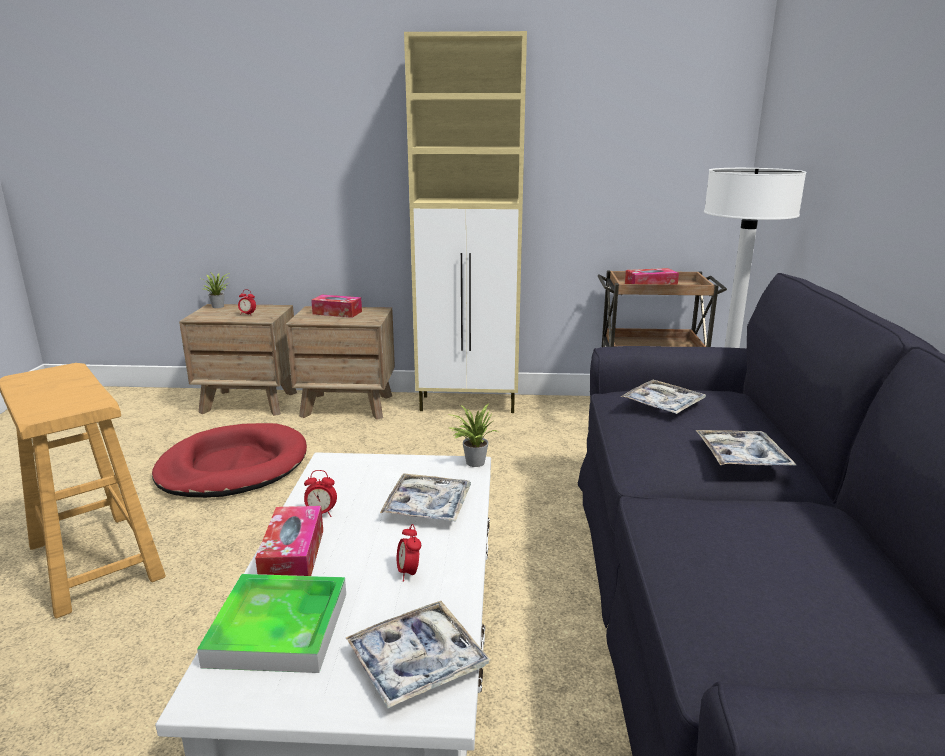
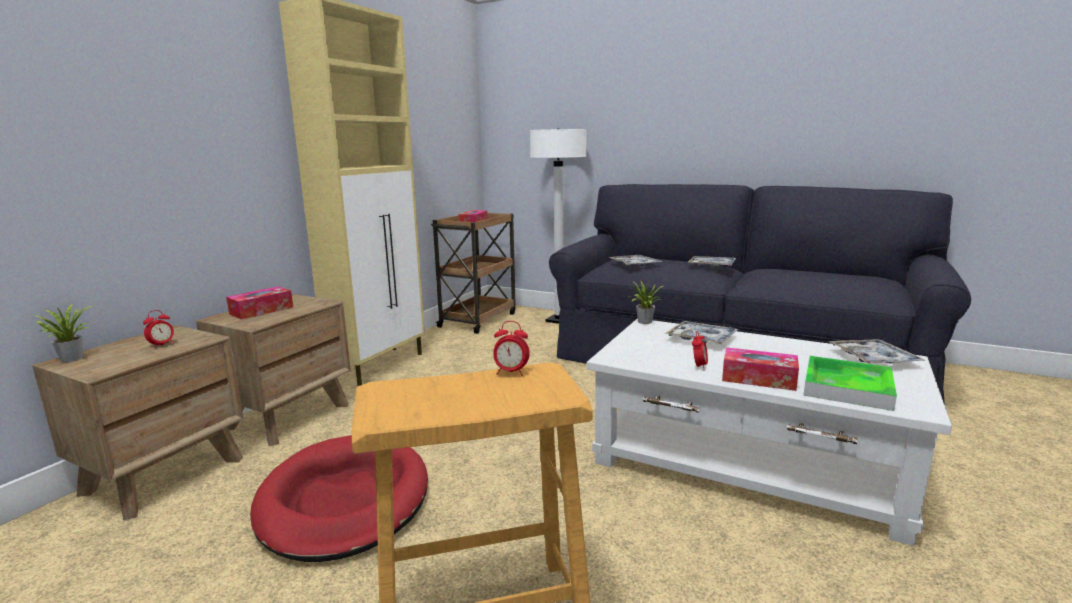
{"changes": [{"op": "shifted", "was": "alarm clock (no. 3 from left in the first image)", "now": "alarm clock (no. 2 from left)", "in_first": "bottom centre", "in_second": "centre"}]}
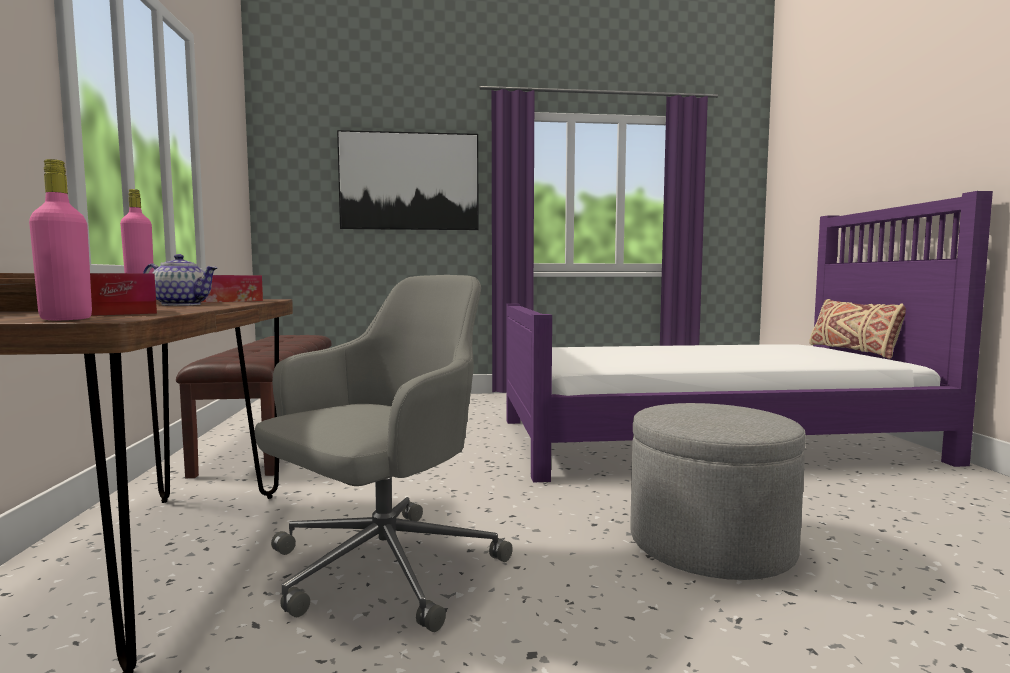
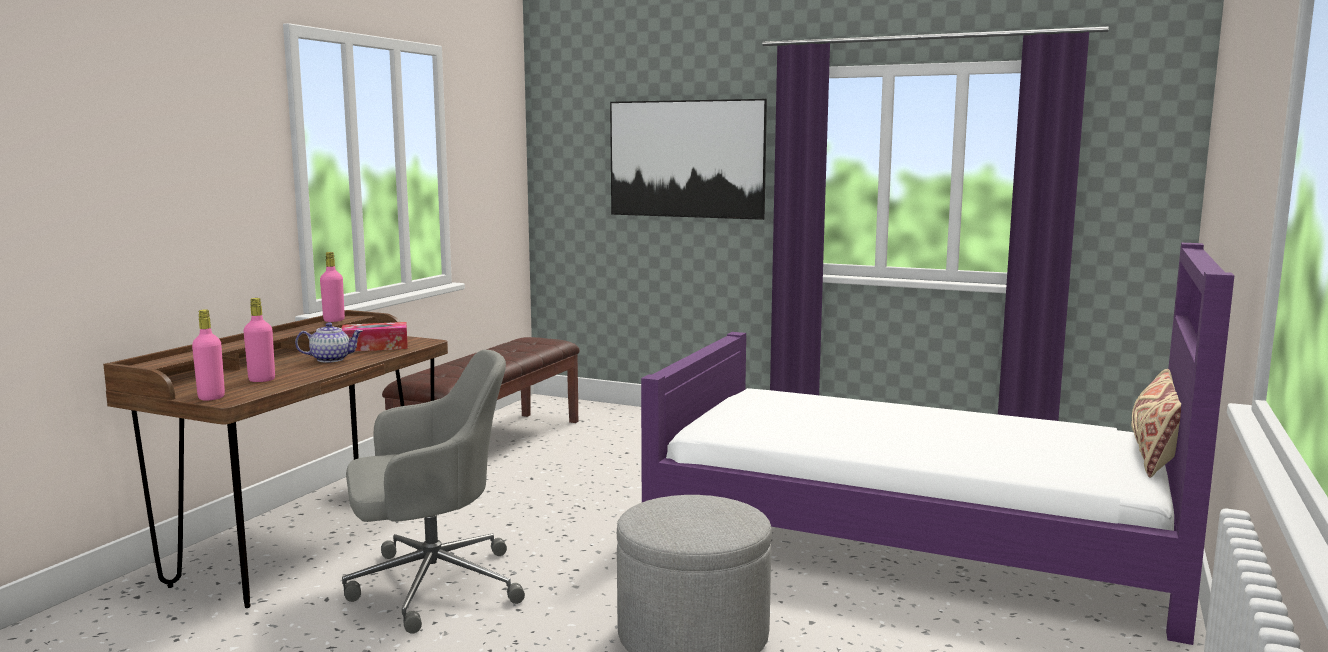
{"changes": [{"op": "swapped", "was": "tissue box (no. 1 from left)", "now": "pink bottle (no. 2 from left)", "in_first": "middle left", "in_second": "middle left"}, {"op": "rotated", "was": "teapot", "in_first": "middle left", "in_second": "middle left", "clockwise": -60}]}
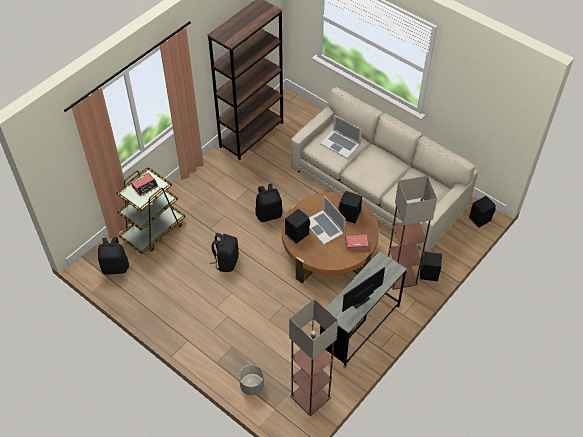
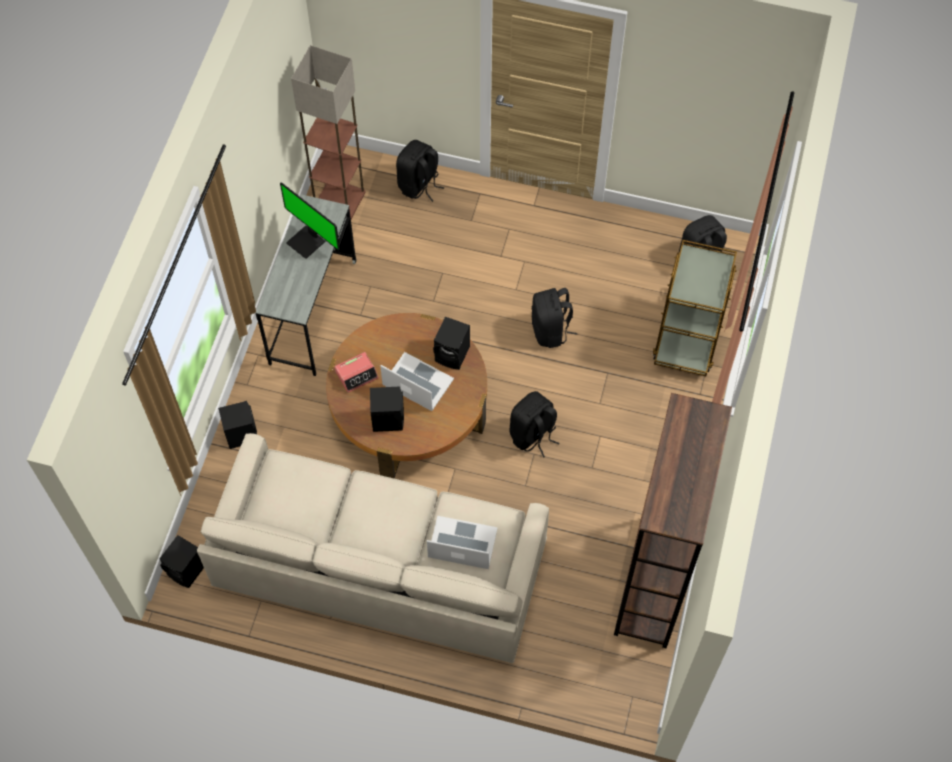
{"changes": [{"op": "rotated", "was": "monitor", "in_first": "centre", "in_second": "top left", "clockwise": 105}, {"op": "swapped", "was": "grey planter", "now": "black backpack (no. 1 from left)", "in_first": "bottom centre", "in_second": "top centre"}, {"op": "gone", "was": "alarm clock (no. 1 from left)", "in_first": "middle left"}, {"op": "gone", "was": "floor lamp (no. 2 from left)", "in_first": "middle right"}]}
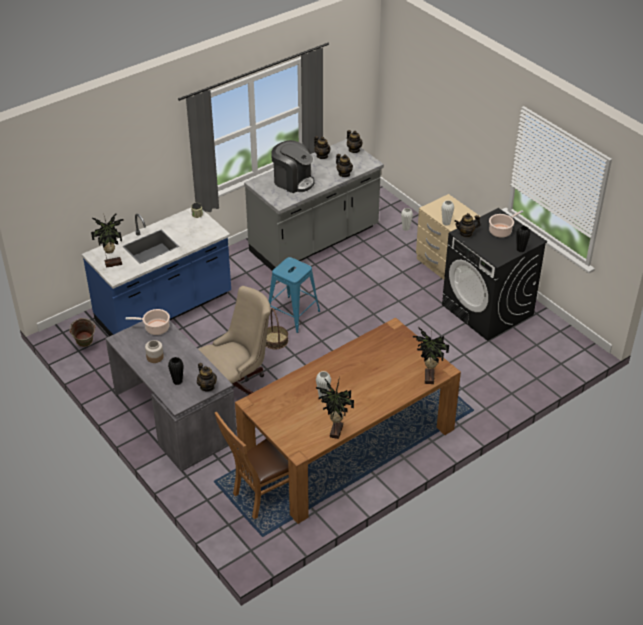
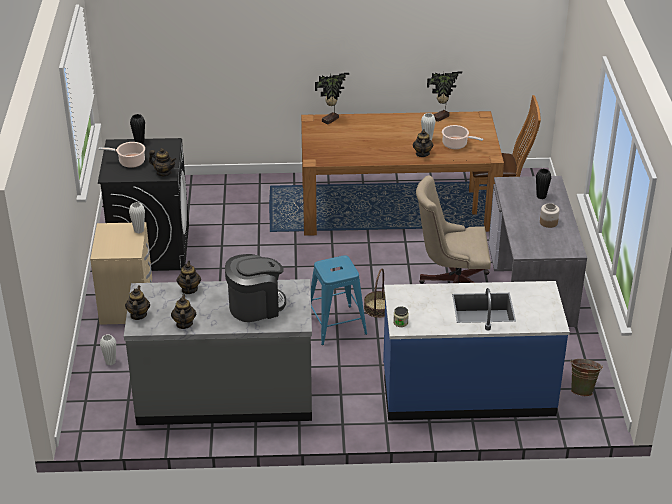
{"changes": [{"op": "rotated", "was": "coffee machine", "in_first": "top centre", "in_second": "centre", "clockwise": 90}, {"op": "shifted", "was": "teapot (no. 1 from left in the first image)", "now": "teapot (no. 5 from left)", "in_first": "middle left", "in_second": "top centre"}, {"op": "shifted", "was": "cooking pot (no. 1 from left in the first image)", "now": "cooking pot (no. 2 from left)", "in_first": "middle left", "in_second": "top right"}, {"op": "gone", "was": "potted plant (no. 1 from left)", "in_first": "middle left"}]}
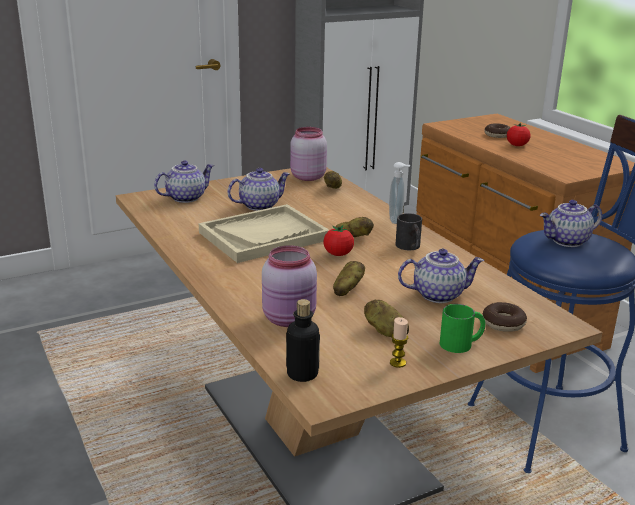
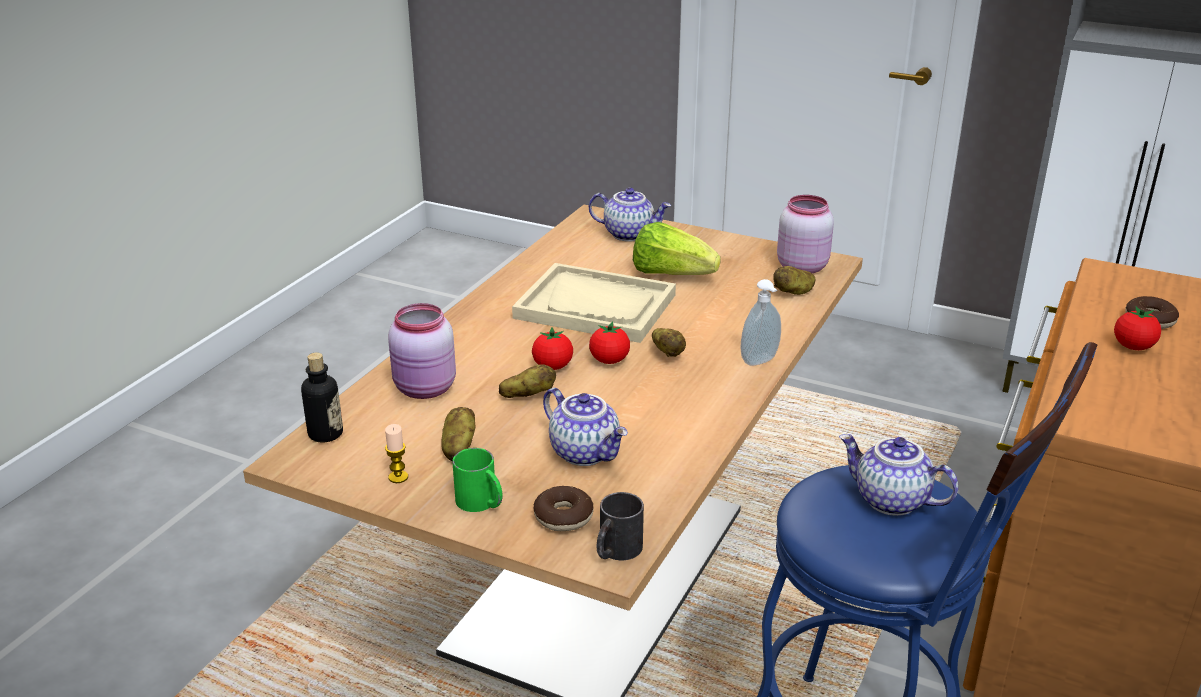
{"changes": [{"op": "new", "now": "tomato (no. 1 from left)", "in_second": "centre"}, {"op": "shifted", "was": "black mug", "in_first": "centre", "in_second": "bottom centre"}, {"op": "swapped", "was": "teapot (no. 2 from left)", "now": "lettuce", "in_first": "centre", "in_second": "centre"}]}
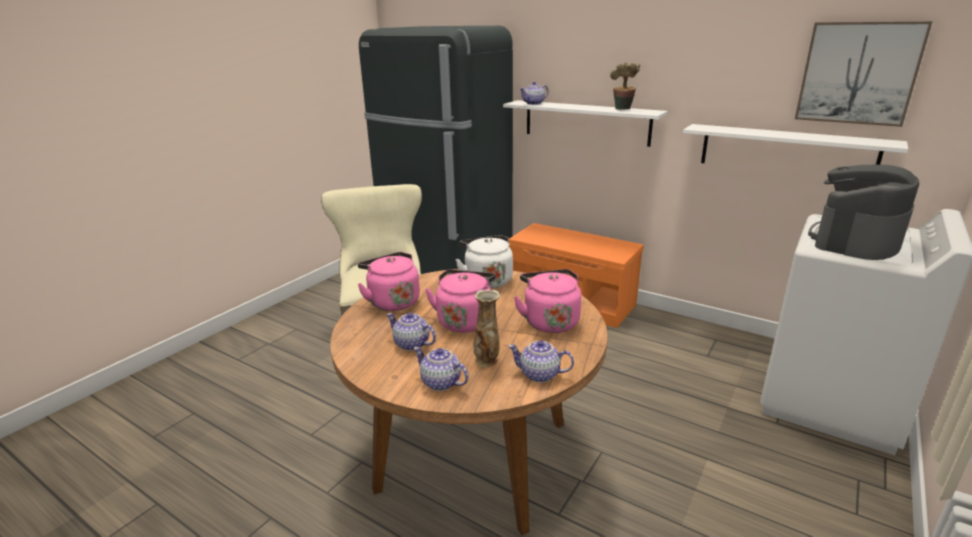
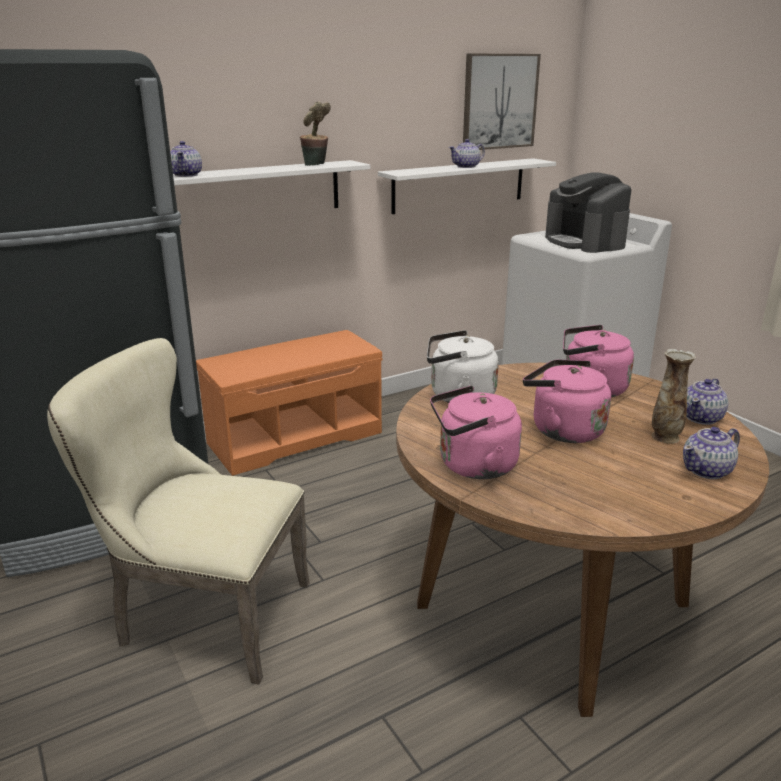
{"changes": [{"op": "shifted", "was": "teapot (no. 1 from left in the first image)", "now": "teapot (no. 2 from left)", "in_first": "centre", "in_second": "top centre"}]}
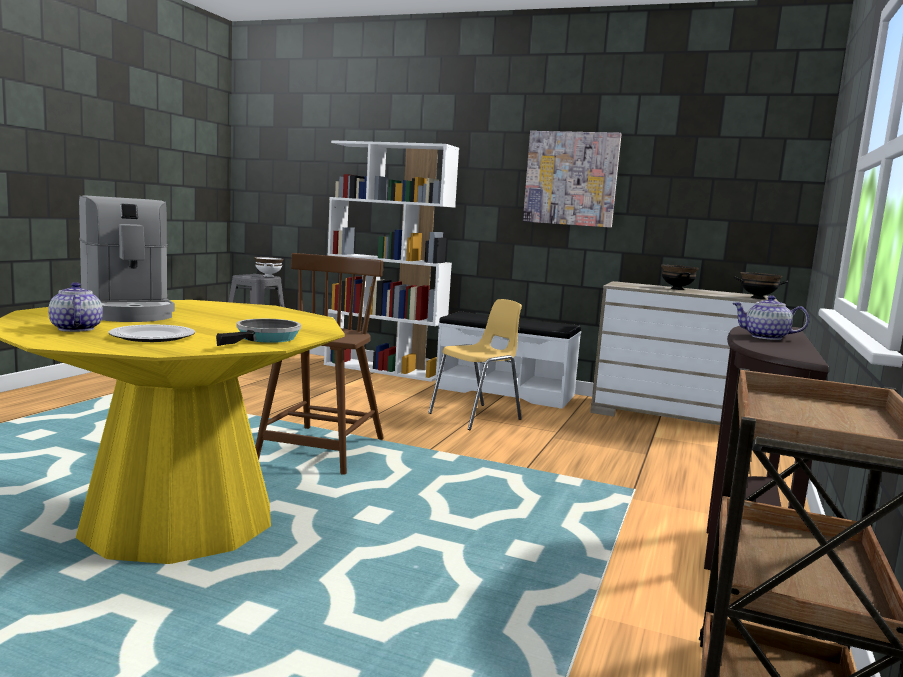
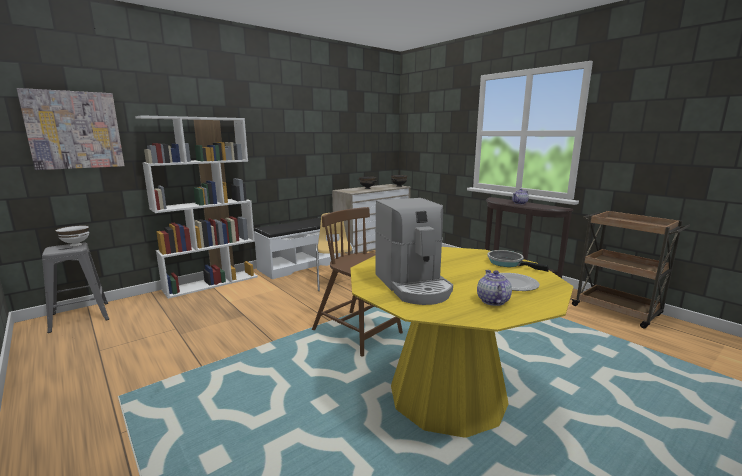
{"changes": [{"op": "shifted", "was": "picture", "in_first": "top centre", "in_second": "top left"}, {"op": "rotated", "was": "coffee machine", "in_first": "middle left", "in_second": "centre", "clockwise": 75}, {"op": "rotated", "was": "teapot (no. 1 from left)", "in_first": "middle left", "in_second": "centre", "clockwise": 90}]}
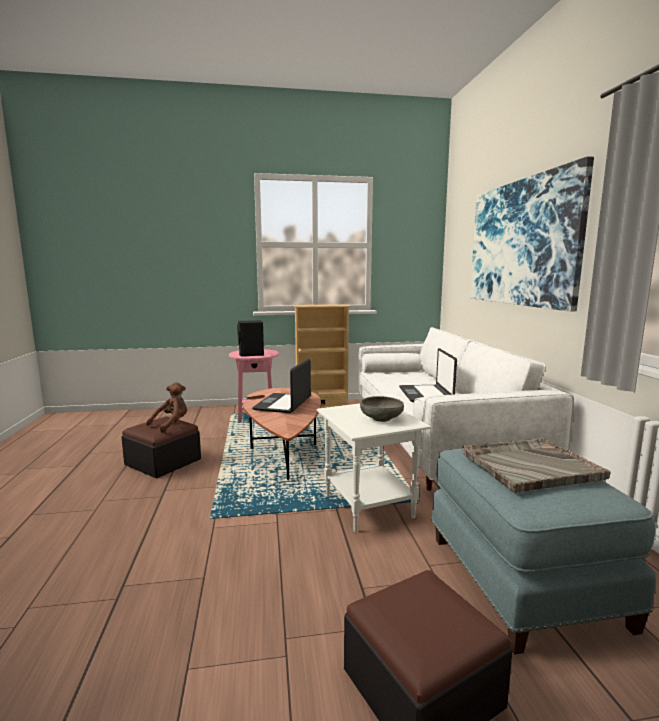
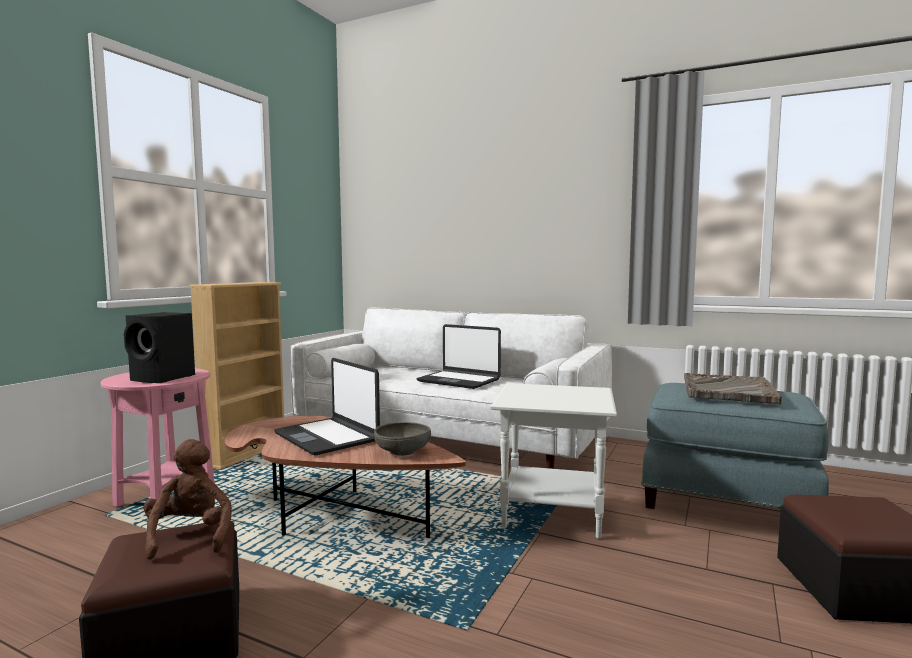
{"changes": [{"op": "shifted", "was": "grey bowl", "in_first": "centre", "in_second": "bottom centre"}, {"op": "gone", "was": "picture", "in_first": "top right"}]}
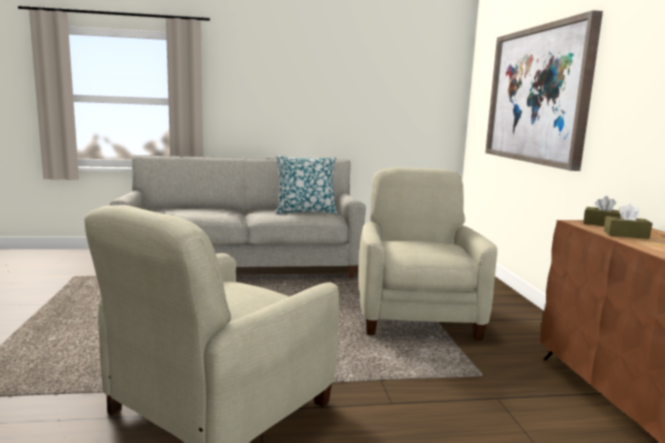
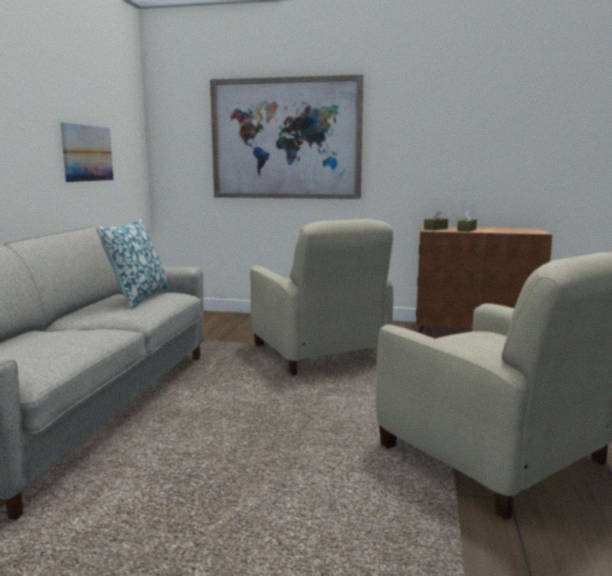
{"changes": [{"op": "new", "now": "picture (no. 1 from left)", "in_second": "top left"}, {"op": "rotated", "was": "beige armchair (no. 2 from left in the first image)", "in_first": "centre", "in_second": "centre", "clockwise": -135}]}
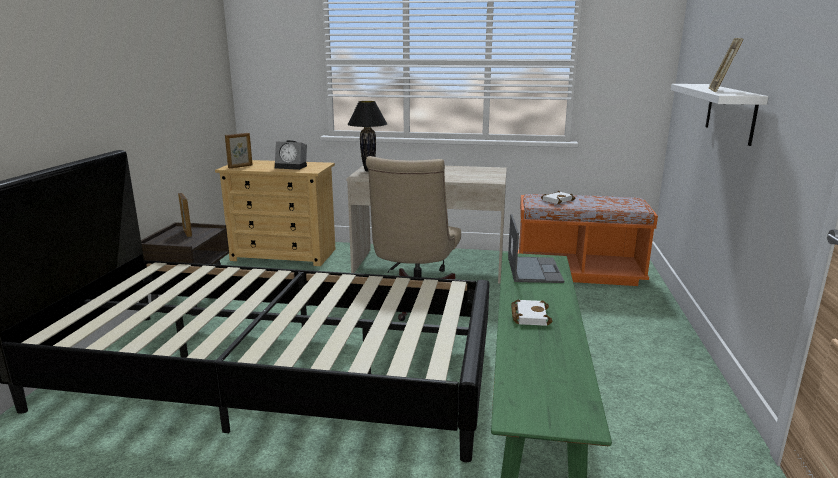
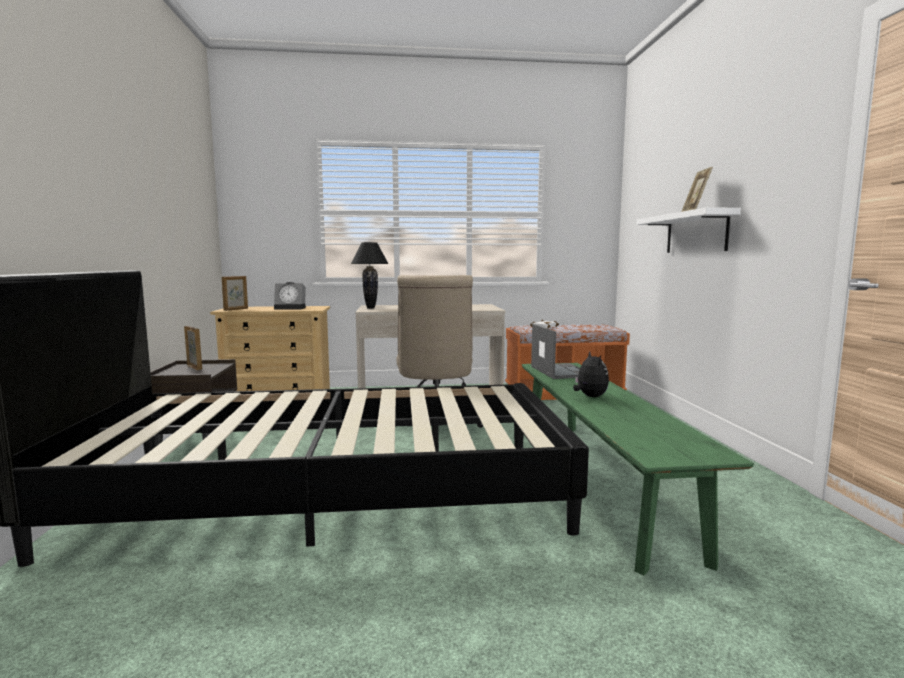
{"changes": [{"op": "swapped", "was": "white book (no. 1 from left)", "now": "plush toy", "in_first": "centre", "in_second": "centre"}]}
